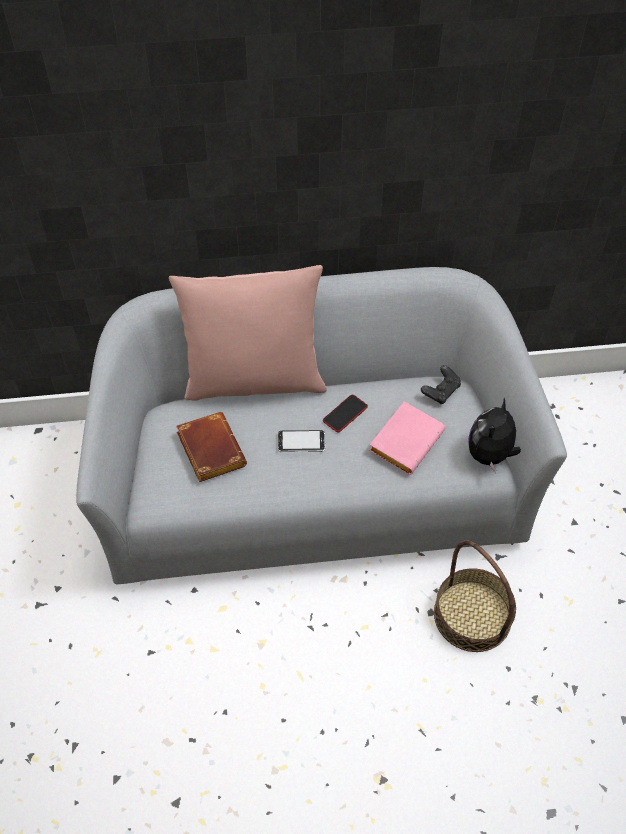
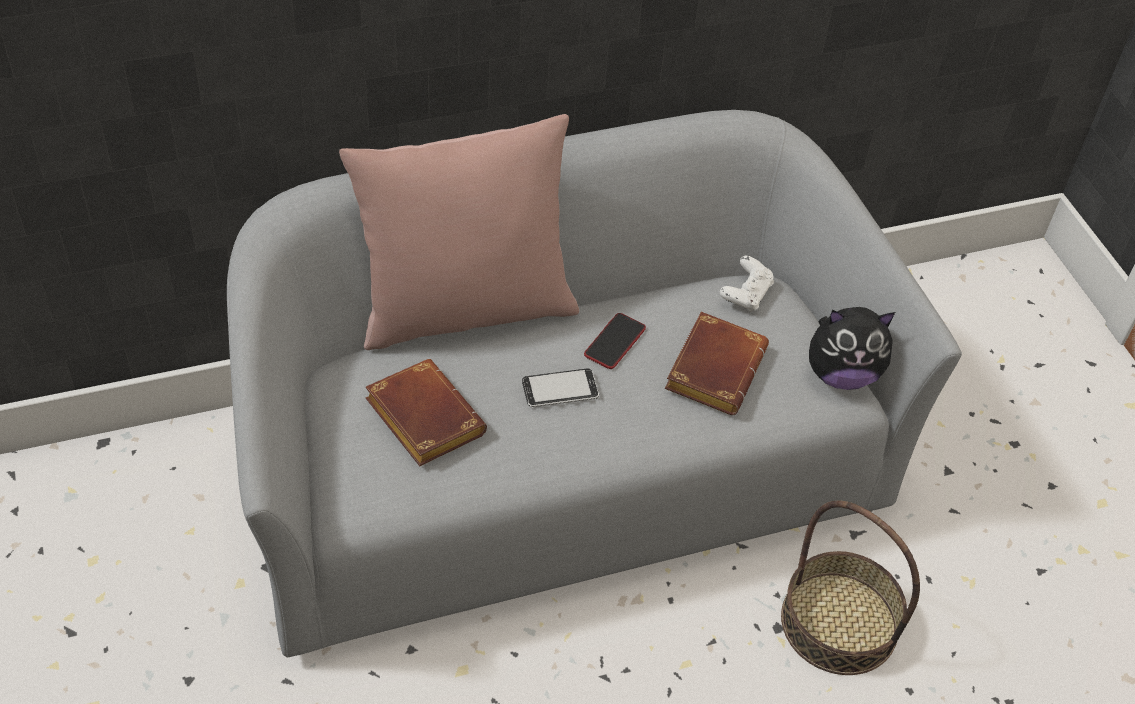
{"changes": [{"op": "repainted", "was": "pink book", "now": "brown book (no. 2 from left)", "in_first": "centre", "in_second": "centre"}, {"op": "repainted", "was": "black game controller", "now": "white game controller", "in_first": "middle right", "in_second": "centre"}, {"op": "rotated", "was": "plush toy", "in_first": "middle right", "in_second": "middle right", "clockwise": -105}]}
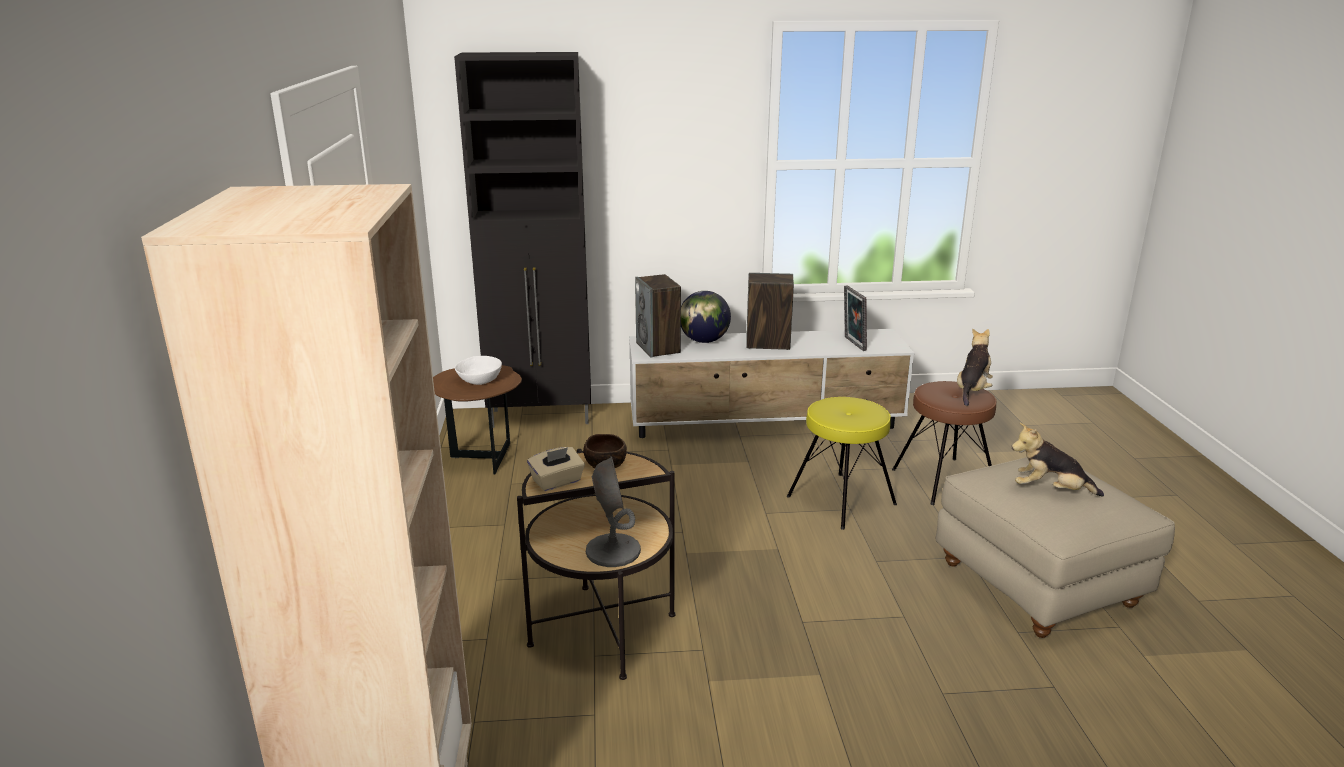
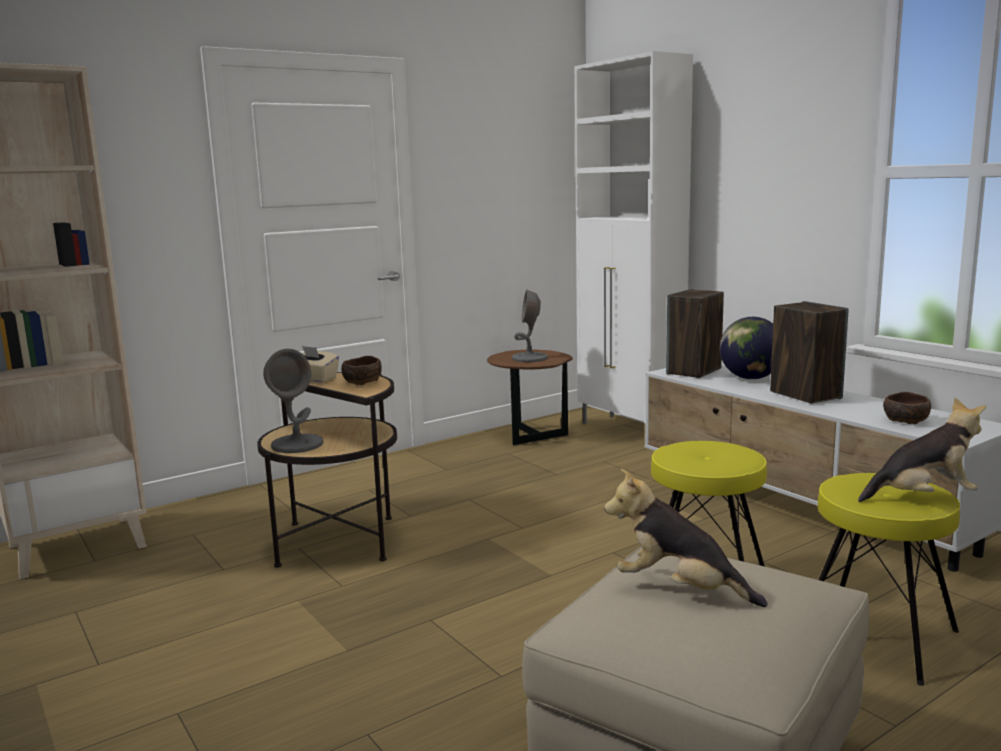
{"changes": [{"op": "swapped", "was": "white bowl", "now": "grey table lamp (no. 2 from left)", "in_first": "centre", "in_second": "centre"}, {"op": "repainted", "was": "black cabinet", "now": "white cabinet", "in_first": "top centre", "in_second": "top centre"}, {"op": "rotated", "was": "plush toy (no. 2 from left in the first image)", "in_first": "middle right", "in_second": "bottom right", "clockwise": -45}, {"op": "repainted", "was": "brown stool", "now": "yellow stool (no. 2 from left)", "in_first": "middle right", "in_second": "bottom right"}, {"op": "swapped", "was": "picture frame", "now": "brown bowl (no. 2 from left)", "in_first": "centre", "in_second": "middle right"}]}
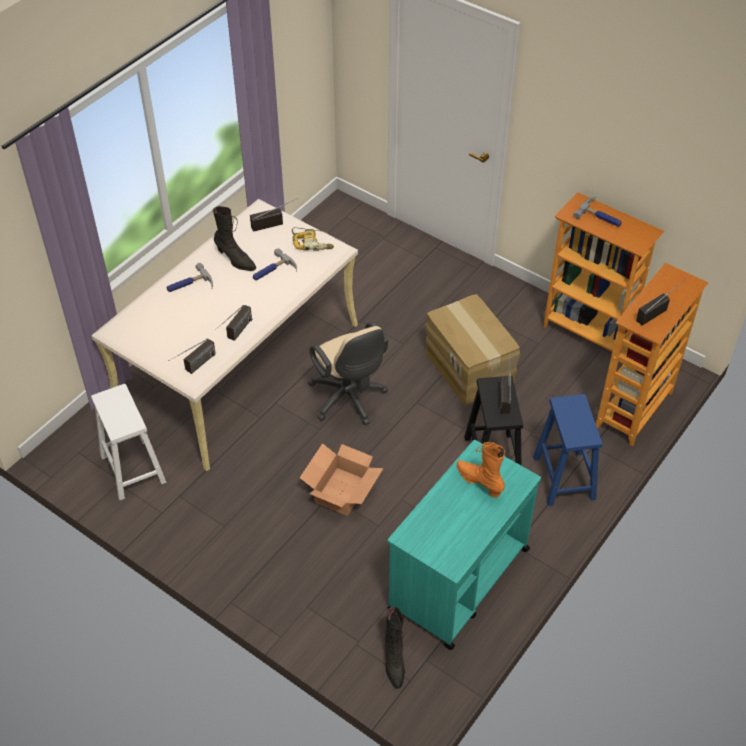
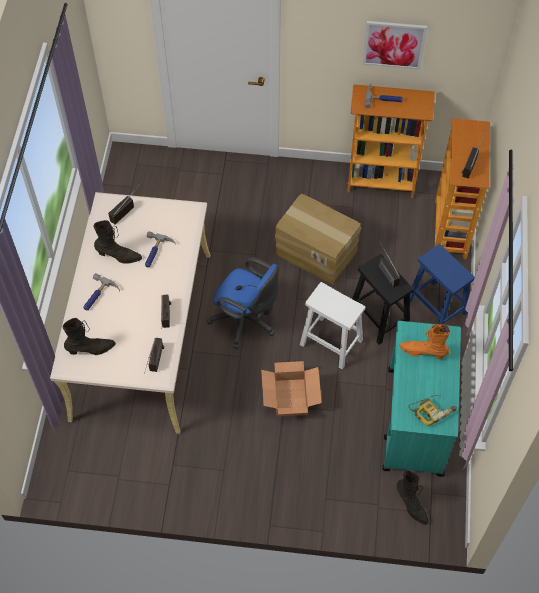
{"changes": [{"op": "new", "now": "black boot (no. 1 from left)", "in_second": "middle left"}, {"op": "repainted", "was": "beige office chair", "now": "blue office chair", "in_first": "centre", "in_second": "centre"}, {"op": "shifted", "was": "white stool", "in_first": "middle left", "in_second": "centre"}, {"op": "new", "now": "picture", "in_second": "top right"}, {"op": "shifted", "was": "power drill", "in_first": "top centre", "in_second": "bottom right"}]}
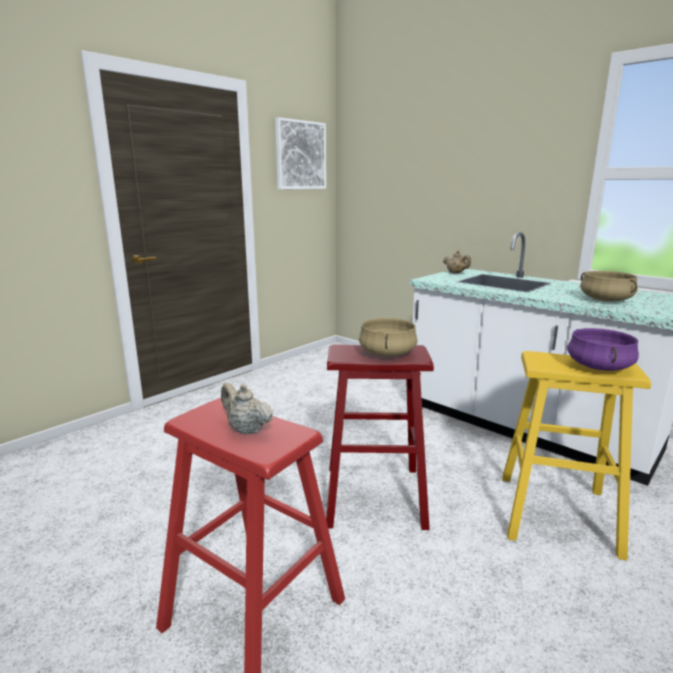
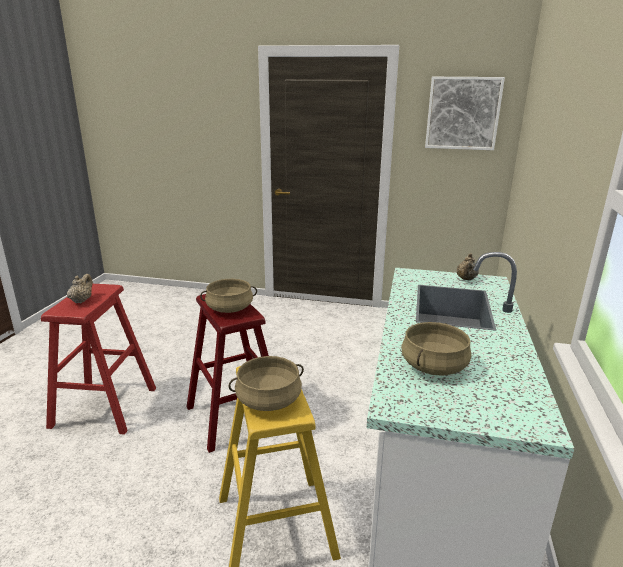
{"changes": [{"op": "repainted", "was": "purple cooking pot", "now": "beige cooking pot (no. 2 from left)", "in_first": "middle right", "in_second": "bottom centre"}]}
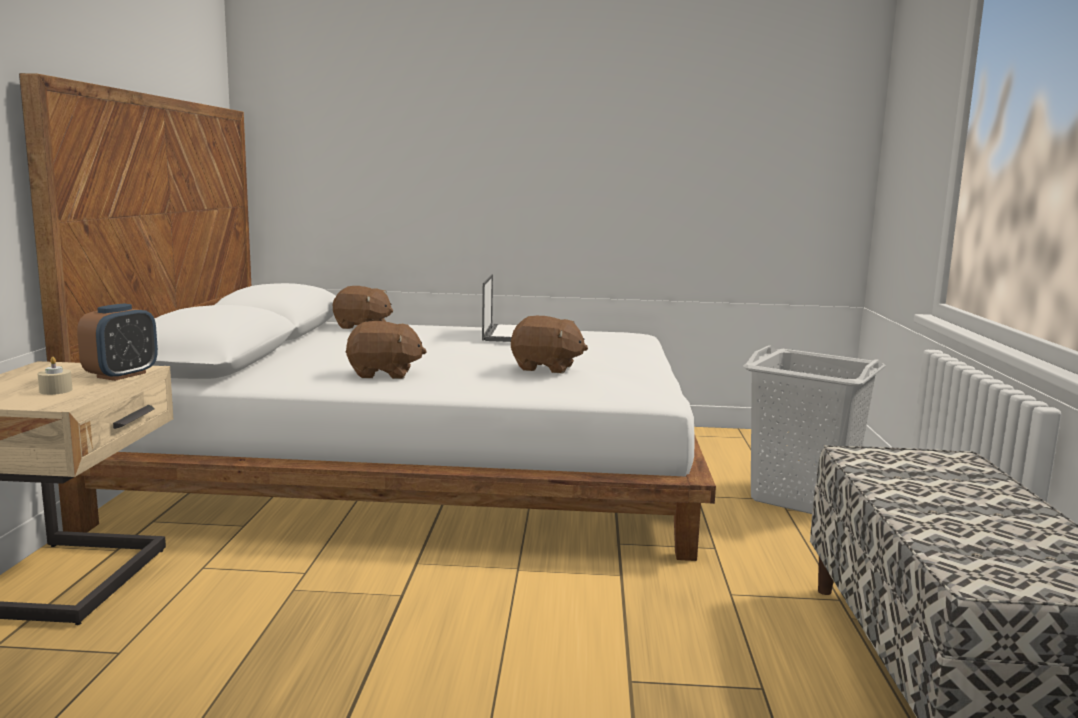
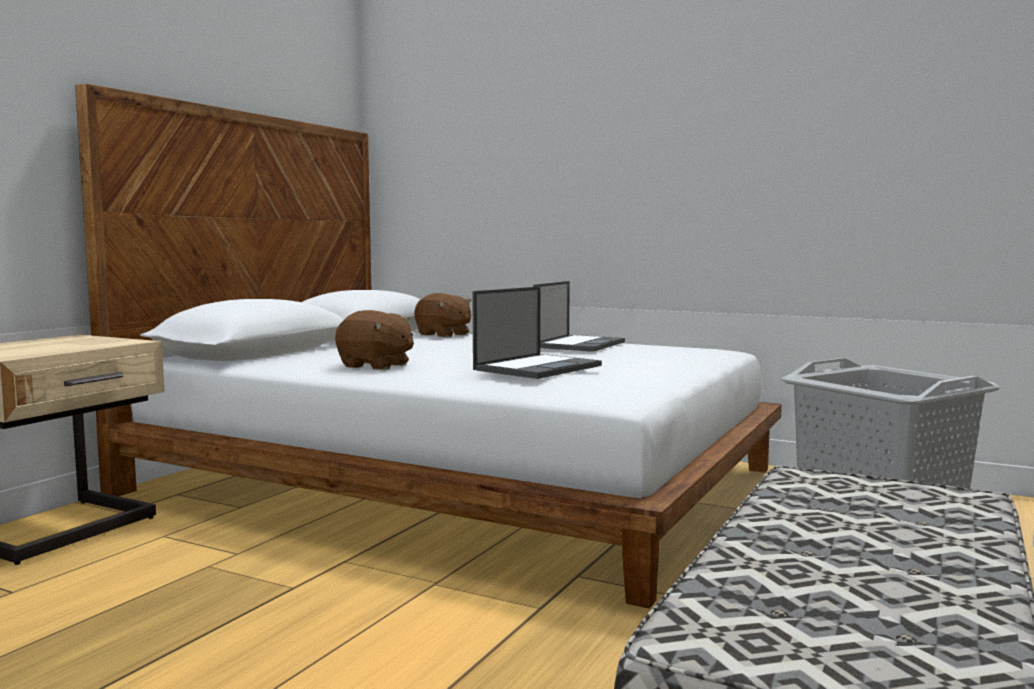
{"changes": [{"op": "swapped", "was": "brown plush toy (no. 3 from left)", "now": "laptop (no. 1 from left)", "in_first": "centre", "in_second": "centre"}, {"op": "gone", "was": "beige candle", "in_first": "middle left"}, {"op": "gone", "was": "alarm clock", "in_first": "middle left"}]}
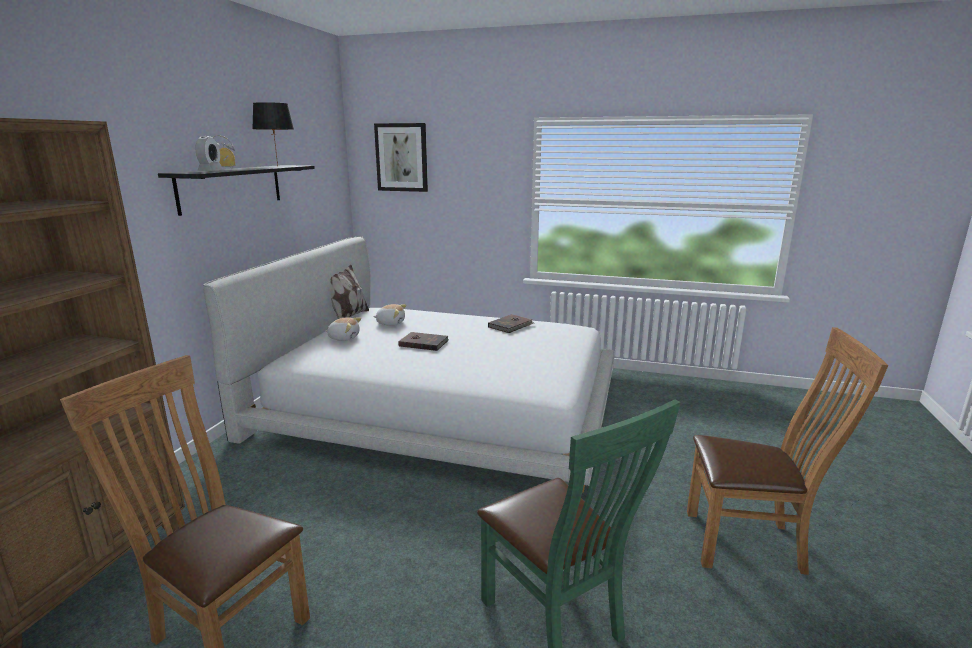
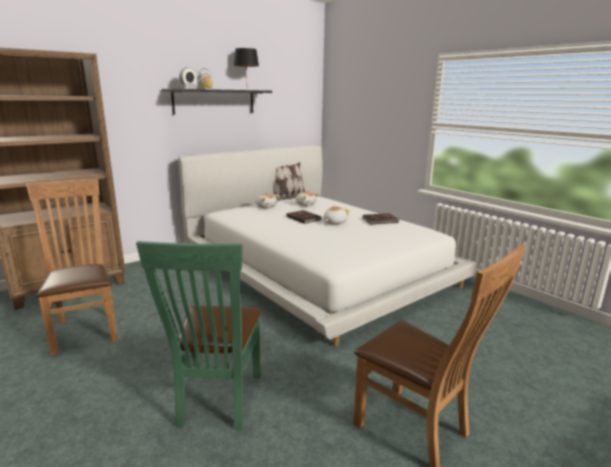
{"changes": [{"op": "new", "now": "plush toy (no. 3 from left)", "in_second": "centre"}, {"op": "gone", "was": "picture", "in_first": "top centre"}]}
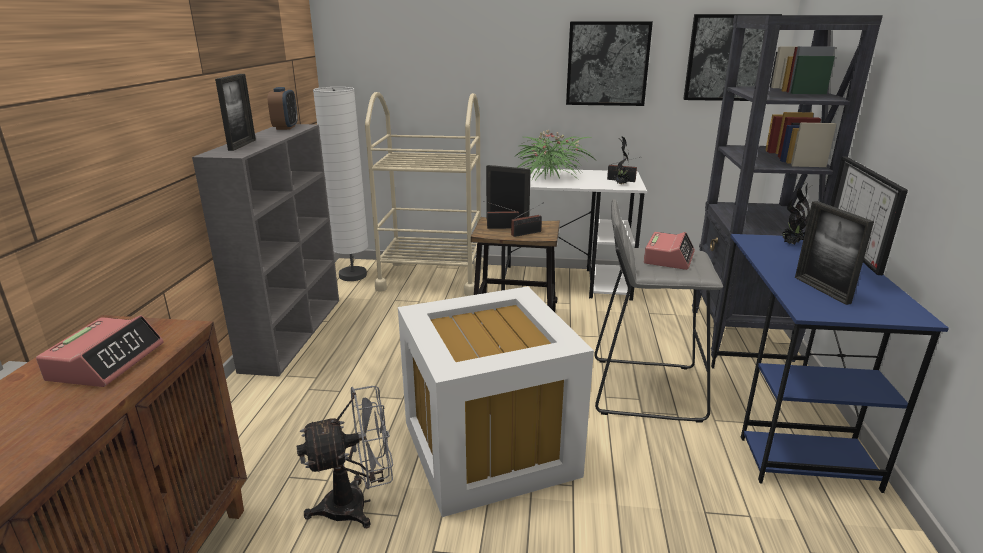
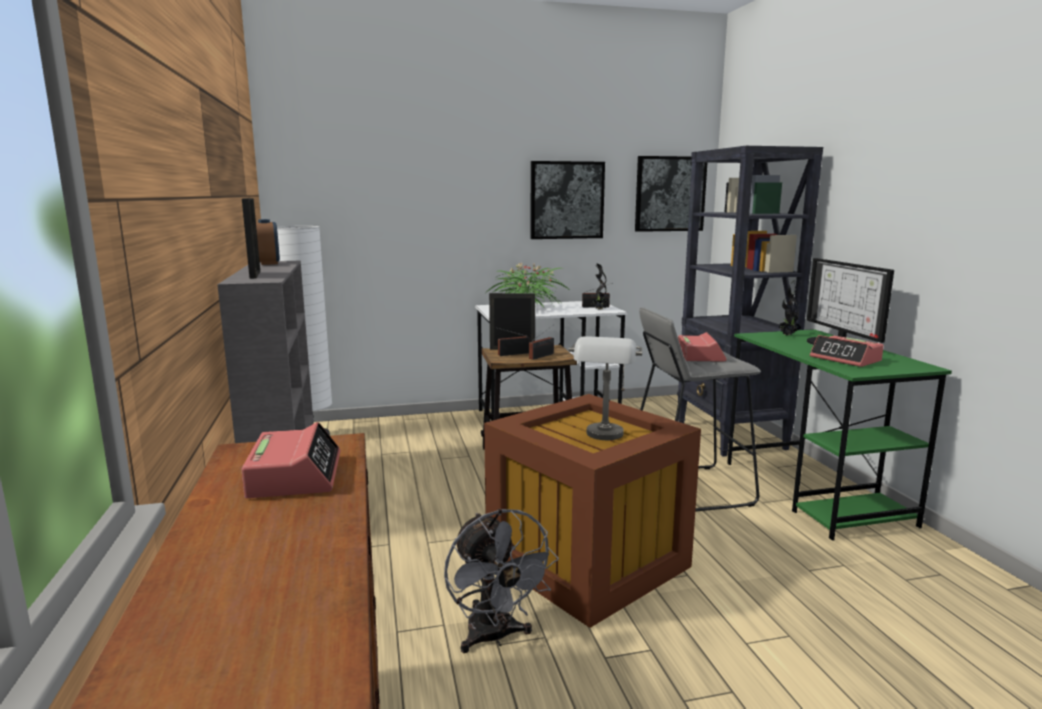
{"changes": [{"op": "rotated", "was": "grey fan", "in_first": "bottom centre", "in_second": "bottom centre", "clockwise": 105}, {"op": "repainted", "was": "white storage box", "now": "brown storage box", "in_first": "bottom centre", "in_second": "bottom centre"}, {"op": "new", "now": "grey table lamp", "in_second": "centre"}, {"op": "repainted", "was": "blue desk", "now": "green desk", "in_first": "middle right", "in_second": "middle right"}, {"op": "swapped", "was": "picture frame (no. 3 from left)", "now": "alarm clock (no. 4 from left)", "in_first": "middle right", "in_second": "middle right"}, {"op": "gone", "was": "beige cart", "in_first": "centre"}]}
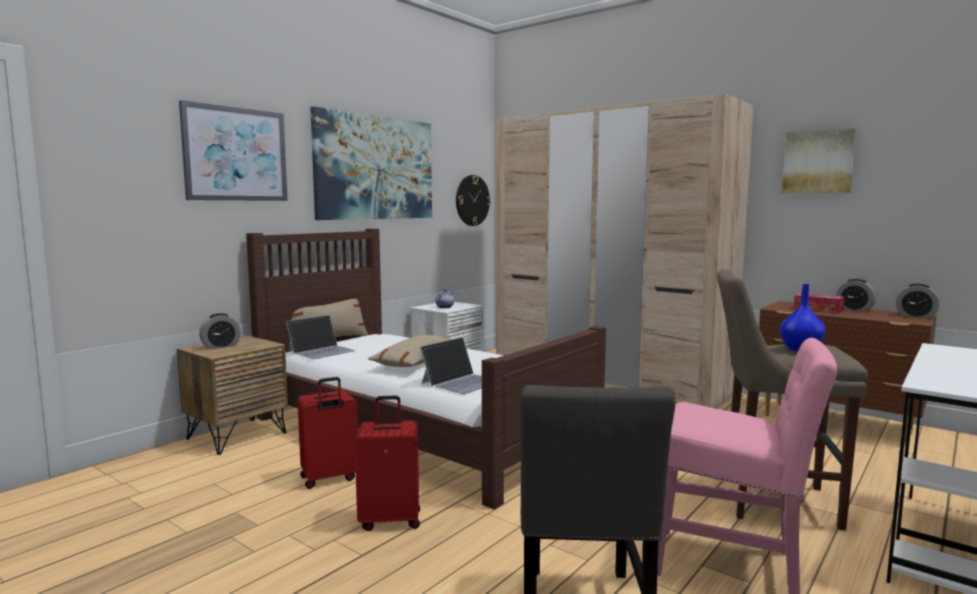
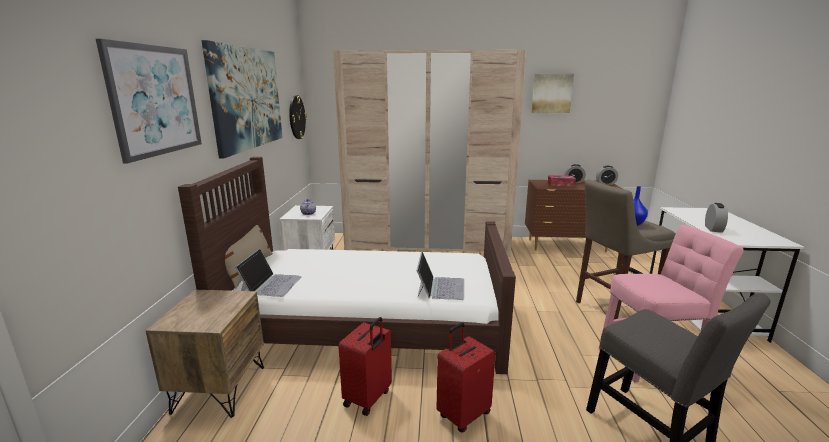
{"changes": [{"op": "shifted", "was": "alarm clock (no. 1 from left in the first image)", "now": "alarm clock (no. 3 from left)", "in_first": "middle left", "in_second": "middle right"}, {"op": "gone", "was": "beige pillow (no. 2 from left)", "in_first": "centre"}]}
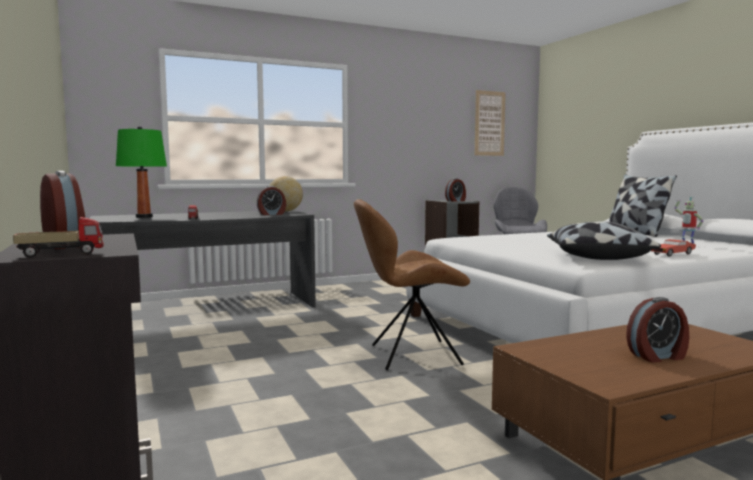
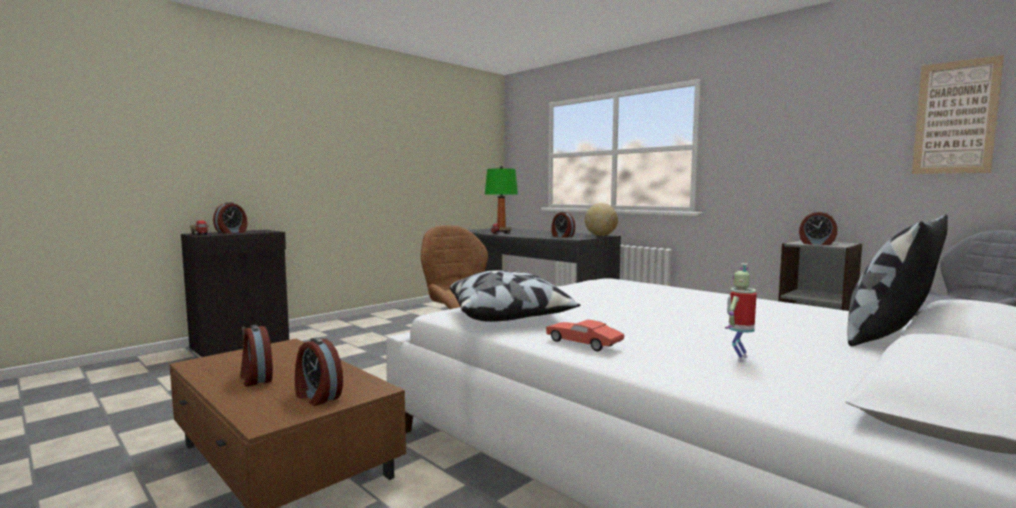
{"changes": [{"op": "new", "now": "alarm clock (no. 3 from left)", "in_second": "bottom left"}]}
